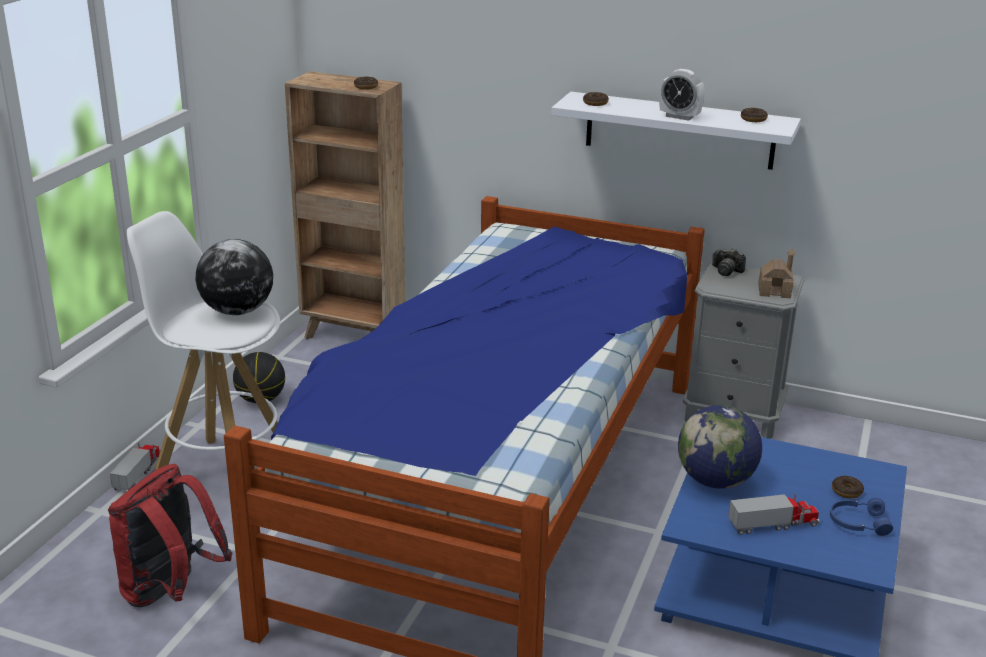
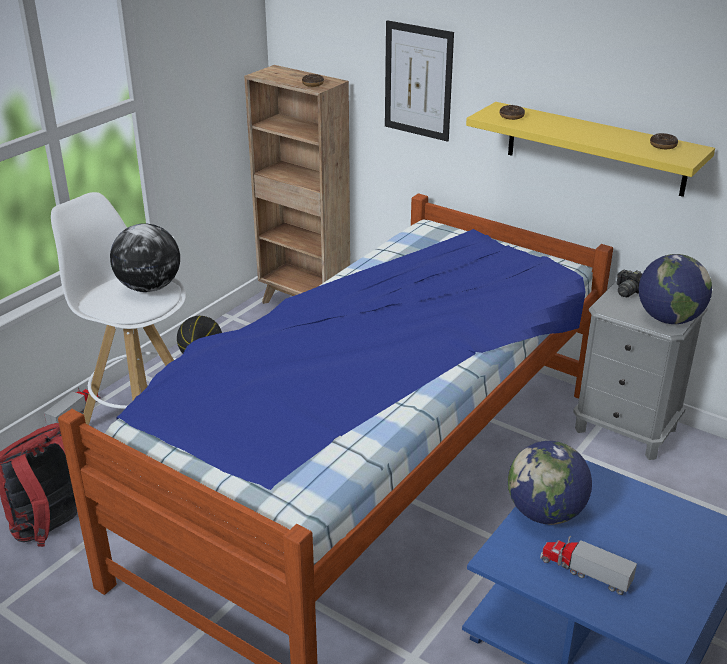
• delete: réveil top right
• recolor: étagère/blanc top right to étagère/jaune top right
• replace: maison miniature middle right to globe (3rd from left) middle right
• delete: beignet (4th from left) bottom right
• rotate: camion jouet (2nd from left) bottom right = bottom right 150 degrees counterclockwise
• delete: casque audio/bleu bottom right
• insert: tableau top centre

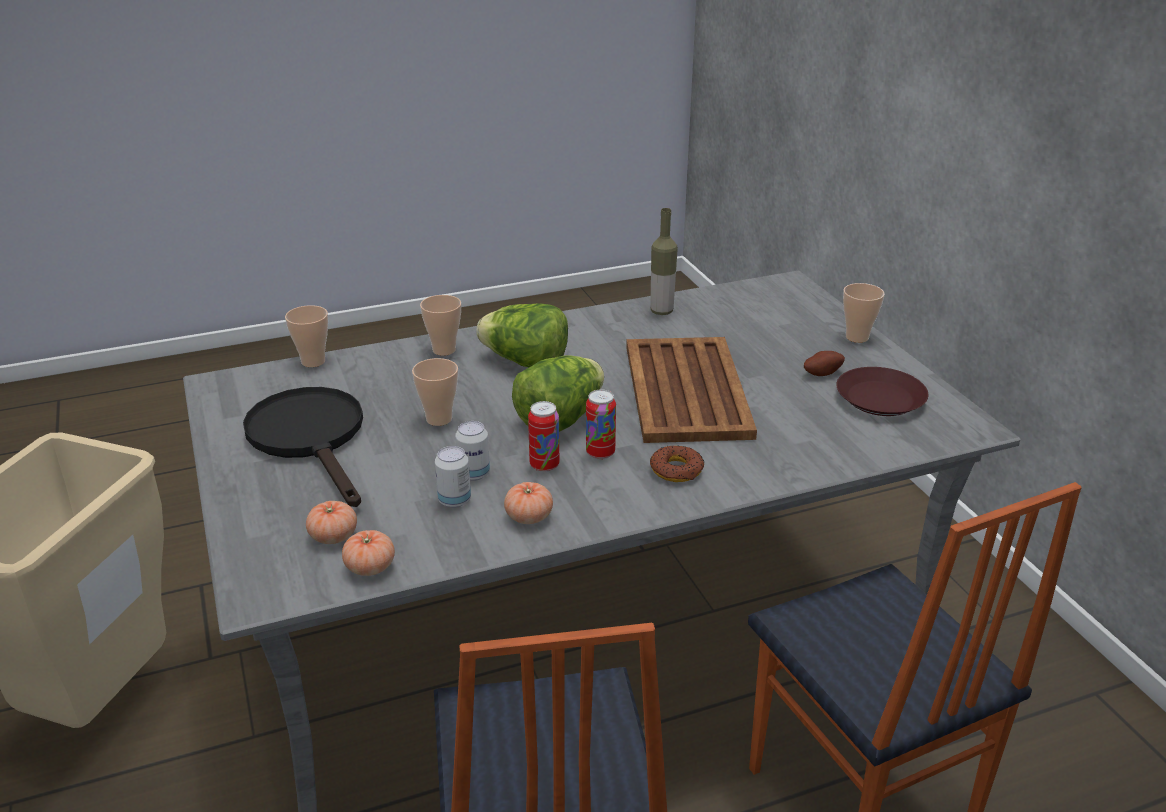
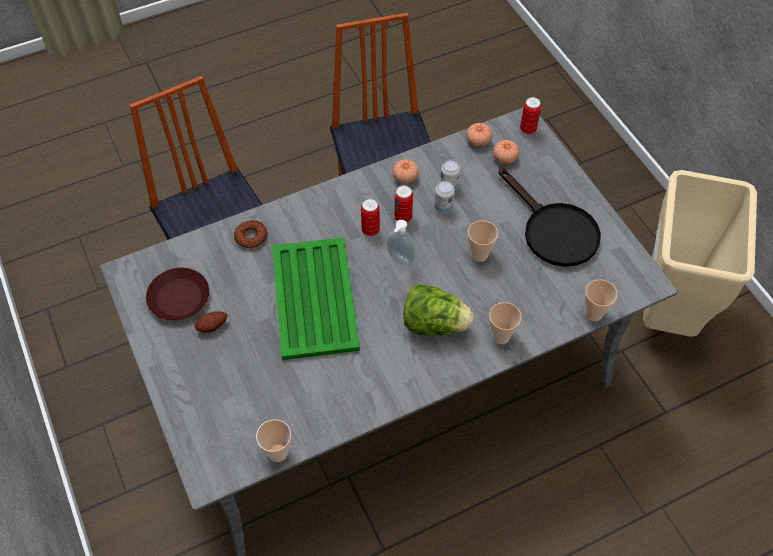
• delete: bouteille top centre
• move: tasse (4th from left in the first image) middle right to tasse (1st from left) bottom centre
• recolor: plateau/marron centre to plateau/vert centre
• replace: laitue (2nd from left) centre to distributeur de savon centre
• move: beignet centre to middle left
• insert: boîte métallique (5th from left) top right

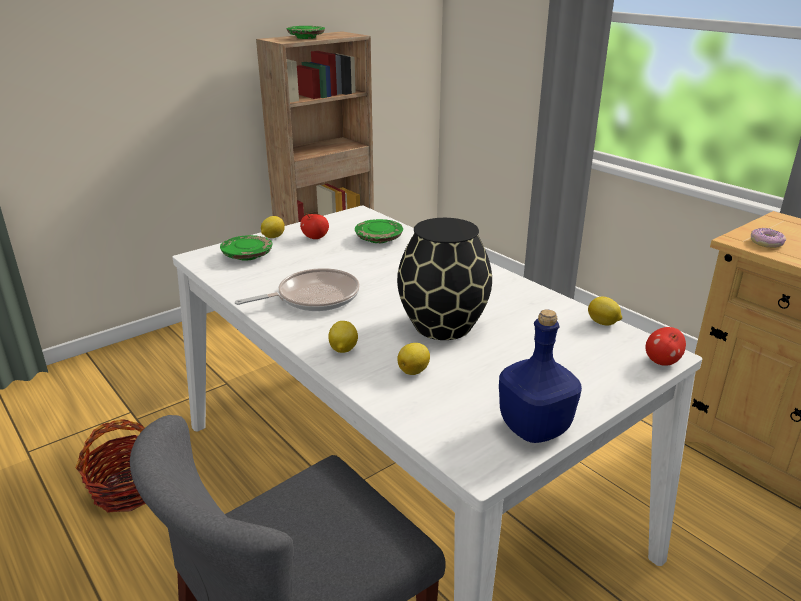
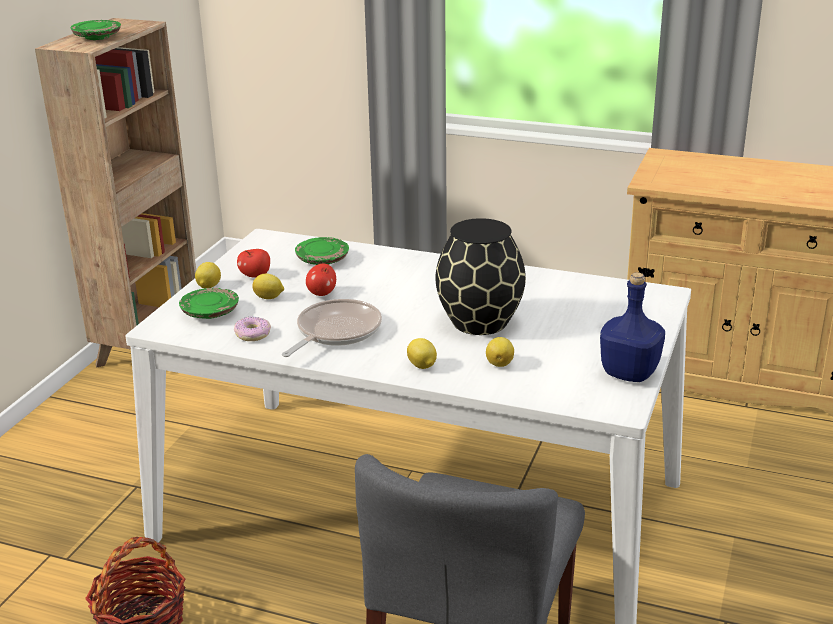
• move: beignet middle right to middle left
• move: citron (4th from left in the first image) middle right to citron (2nd from left) middle left
• move: pomme (2nd from left) middle right to centre

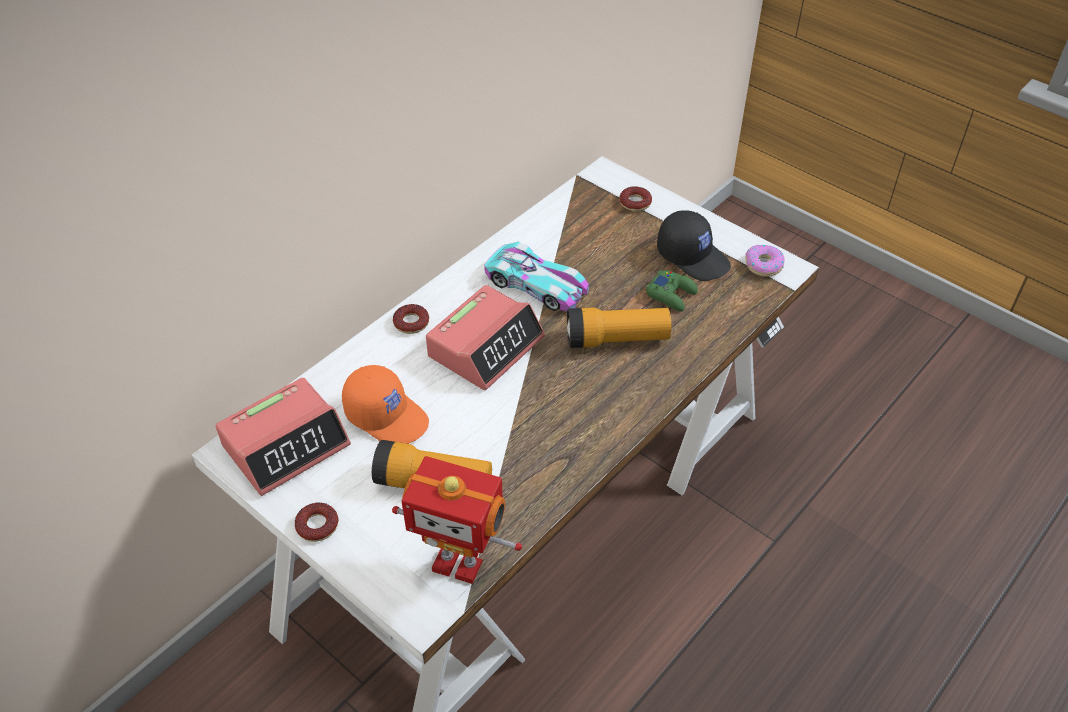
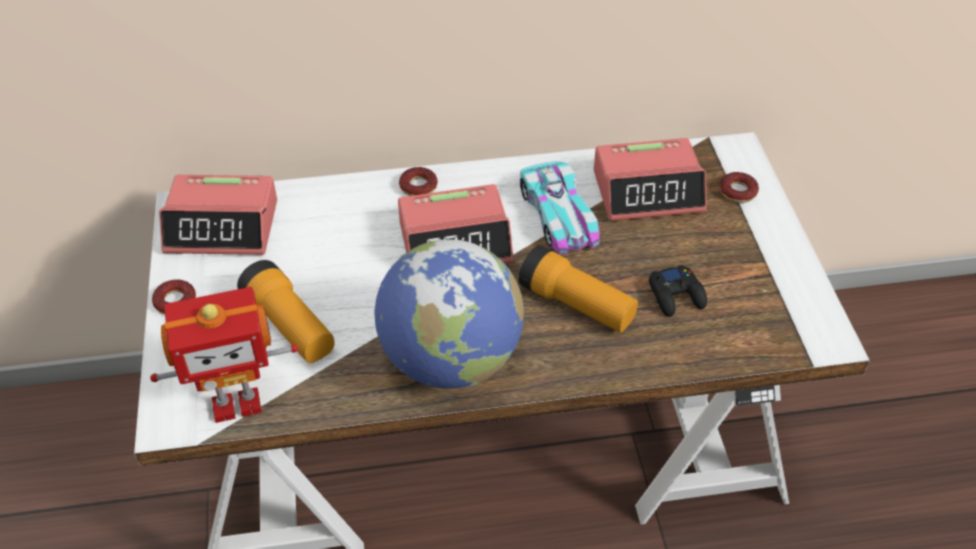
• delete: casquette/noir centre
• delete: beignet (4th from left) middle right
• recolor: manette/vert centre to manette/noir middle right
• delete: casquette/orange centre
• rotate: robot jouet bottom centre = middle left 75 degrees counterclockwise
• insert: réveil (3rd from left) top centre
• insert: globe centre

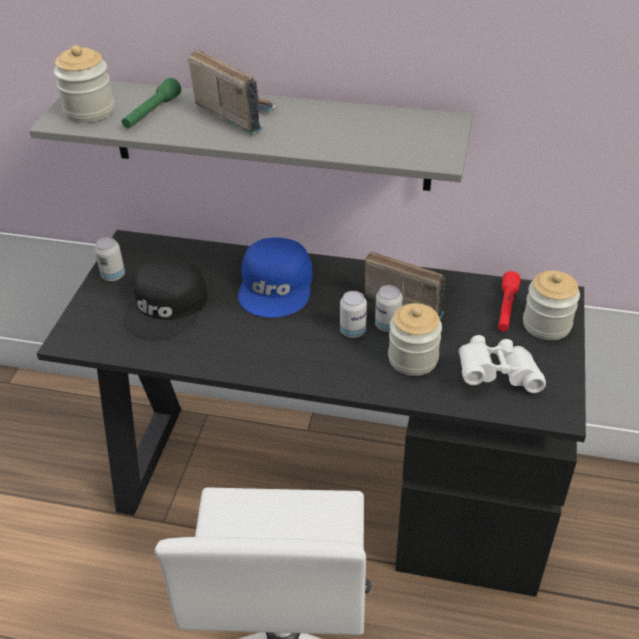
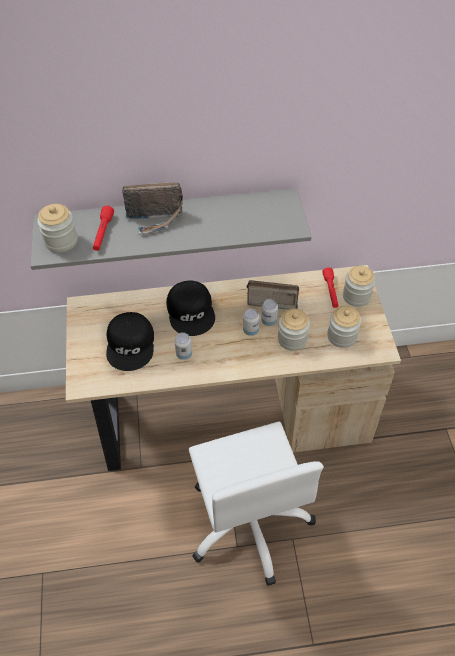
• rotate: radio (1st from left) top centre = top centre 150 degrees clockwise
• recolor: lampe de poche/vert top left to lampe de poche/rouge (1st from left) middle left
• recolor: bureau/noir centre to bureau/beige centre
• move: boîte métallique (1st from left) middle left to centre
• recolor: casquette/bleu centre to casquette/noir (2nd from left) centre
• replace: jumelles/blanc middle right to bocal (3rd from left) middle right

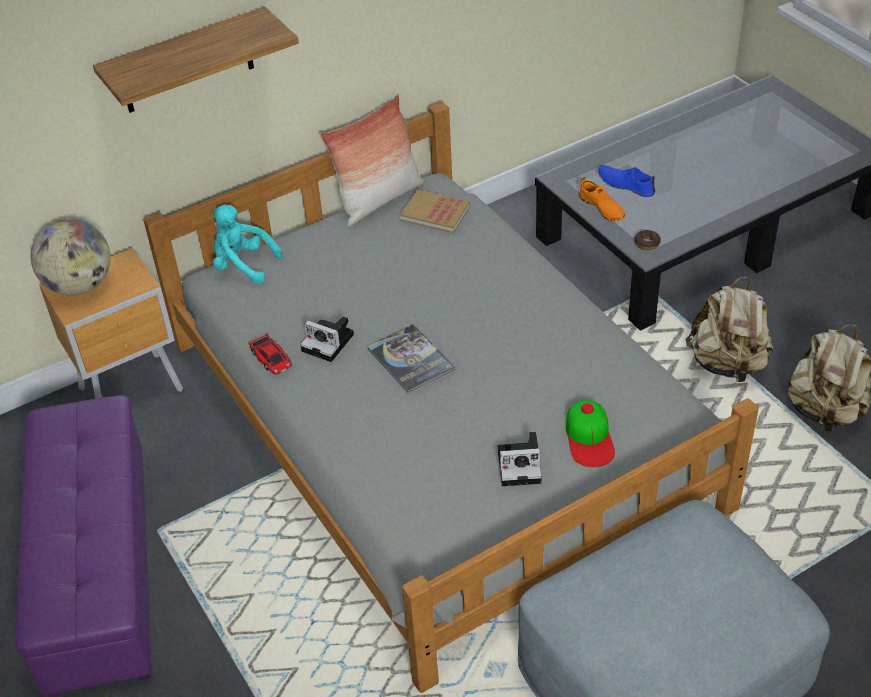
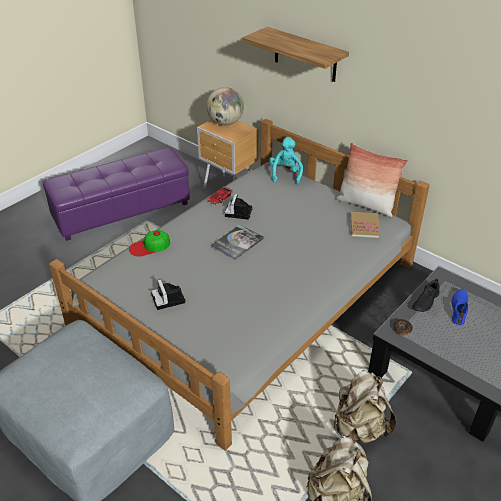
• recolor: chaussure/orange top right to chaussure/noir middle right
• move: casquette middle right to middle left

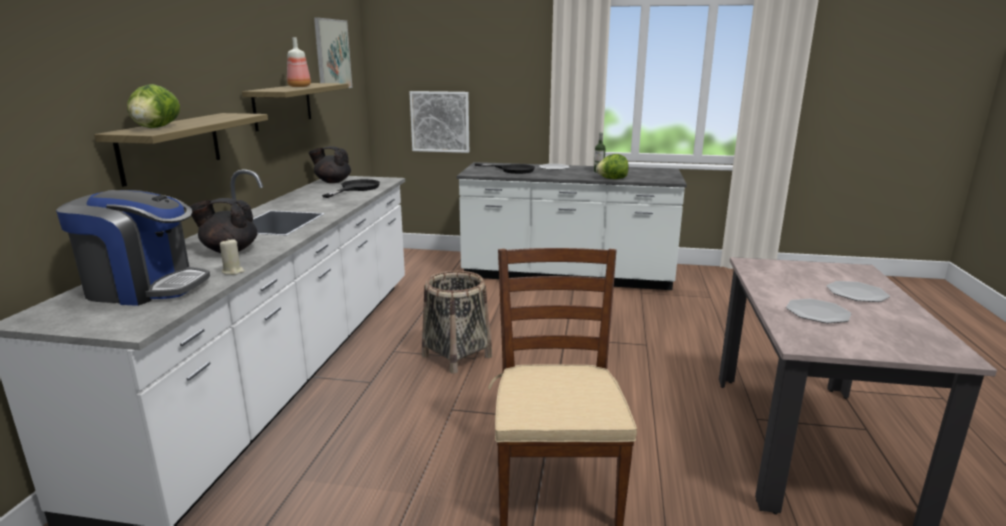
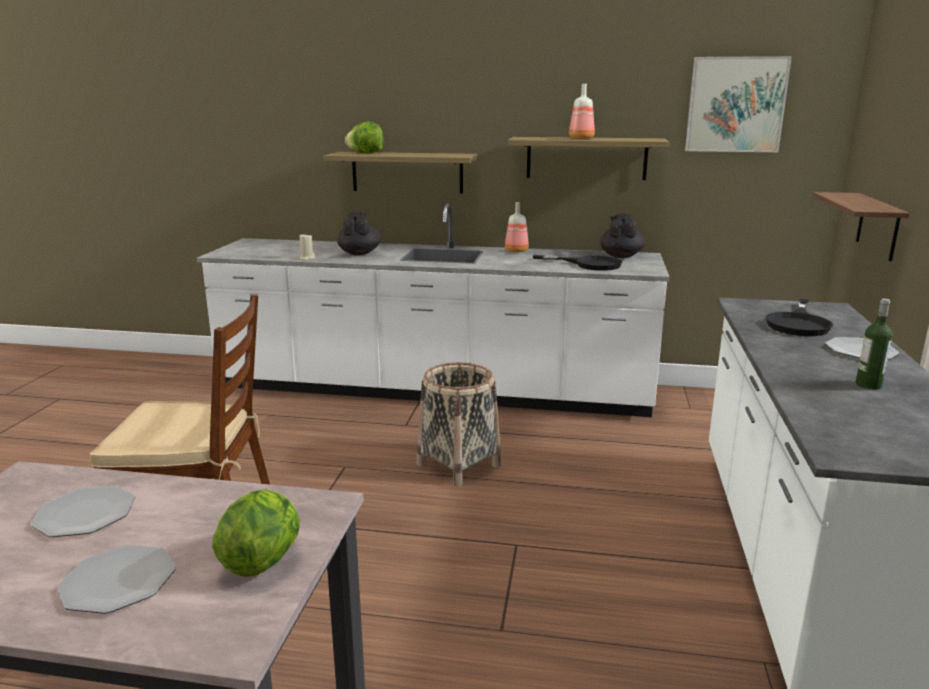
• replace: tableau (2nd from left) top centre to étagère (3rd from left) top right
• move: laitue (2nd from left in the first image) top centre to laitue (1st from left) bottom left
• delete: machine à café middle left
• insert: bouteille (1st from left) top centre

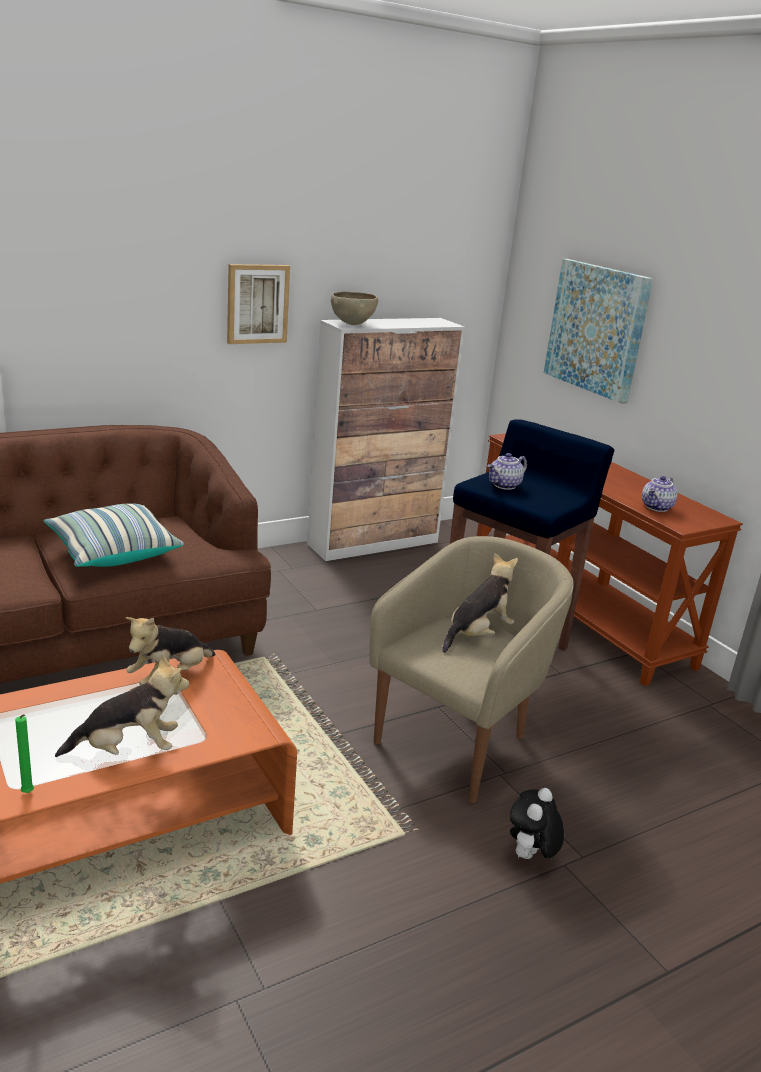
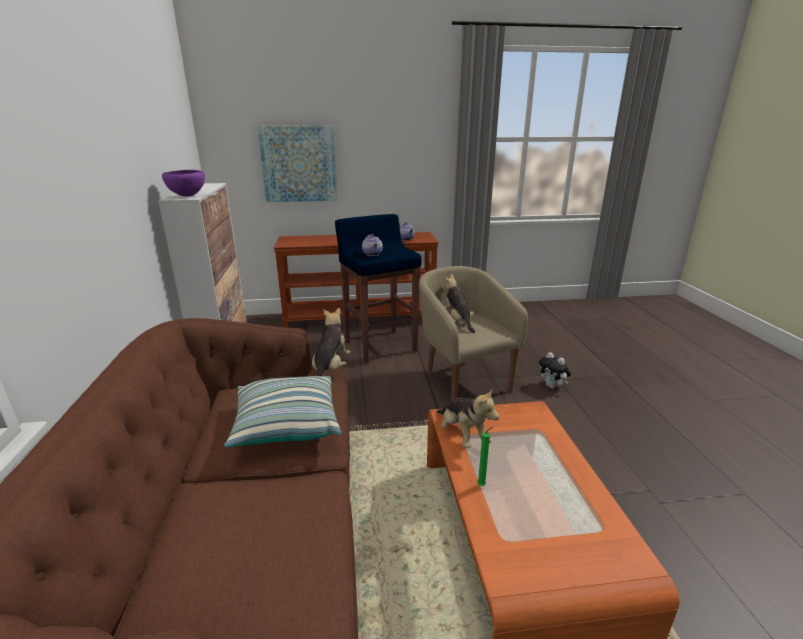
• delete: tableau (1st from left) top centre
• recolor: bol/marron top centre to bol/violet top left
• move: peluche (1st from left) middle left to centre
• move: bougie/vert bottom left to bottom centre

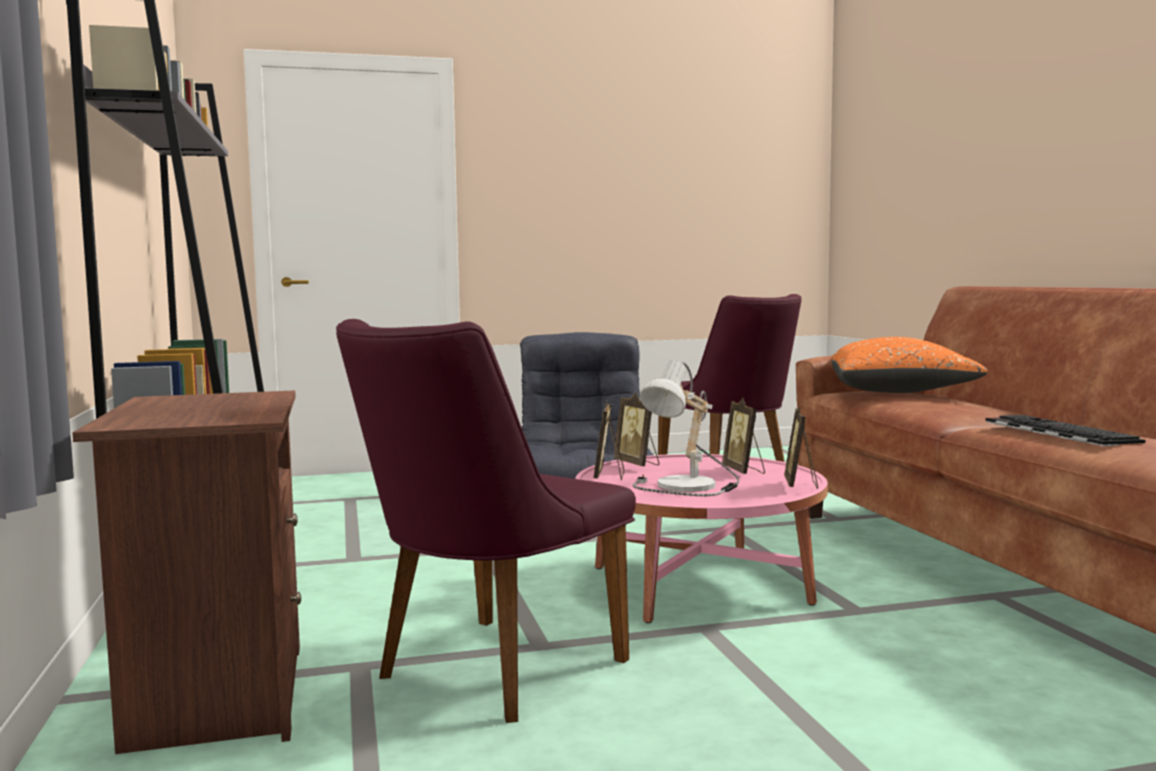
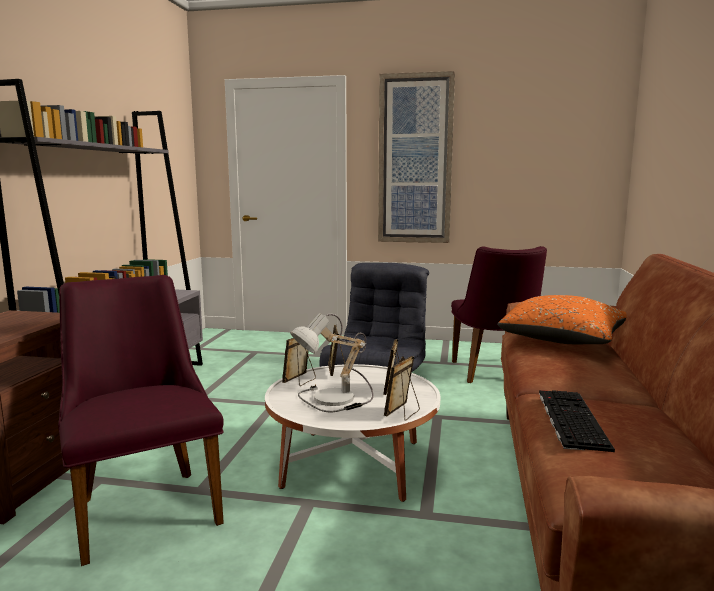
• rotate: chaise/violet (1st from left) bottom centre = bottom left 90 degrees clockwise
• recolor: table basse/rose bottom centre to table basse/blanc bottom centre
• insert: tableau top centre

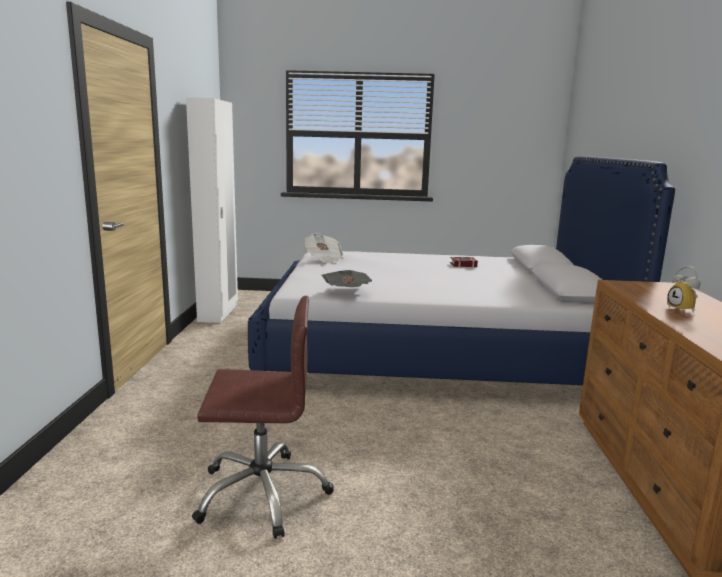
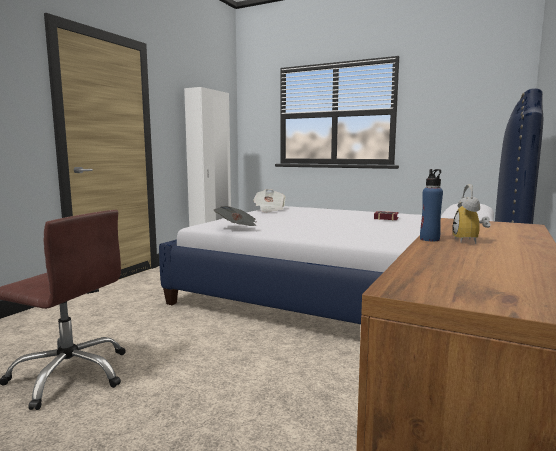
• insert: bouteille/bleu middle right

